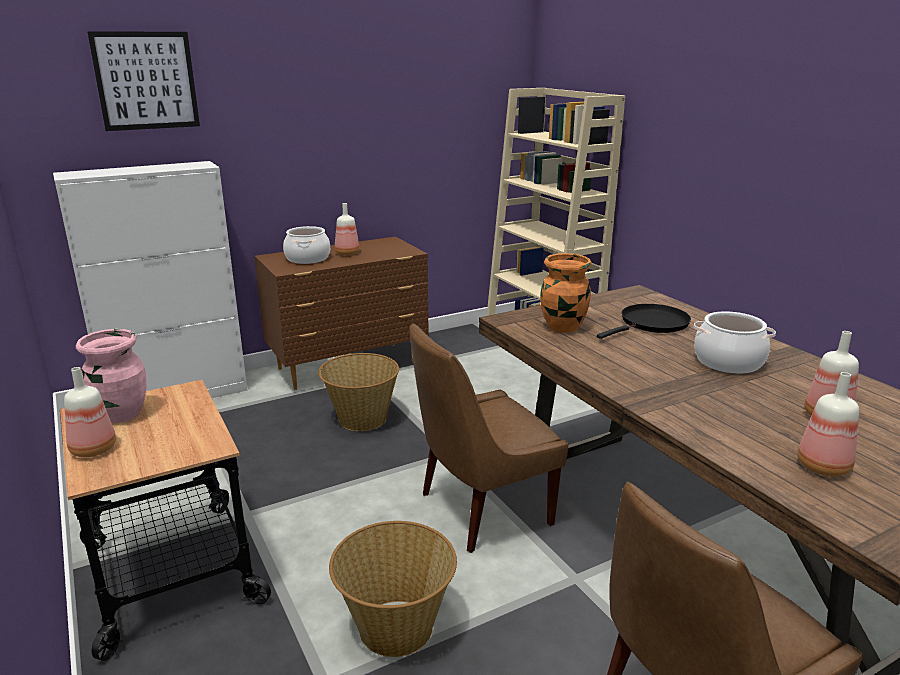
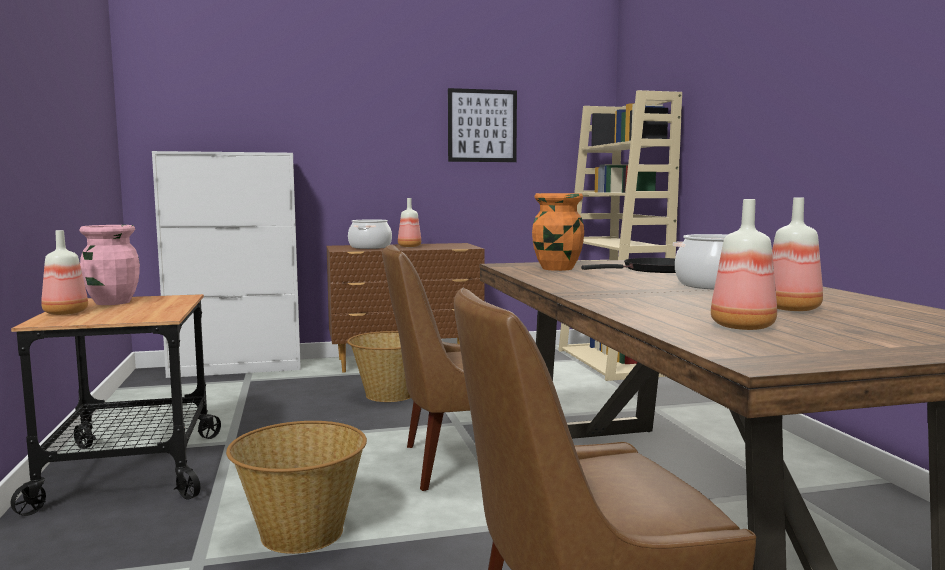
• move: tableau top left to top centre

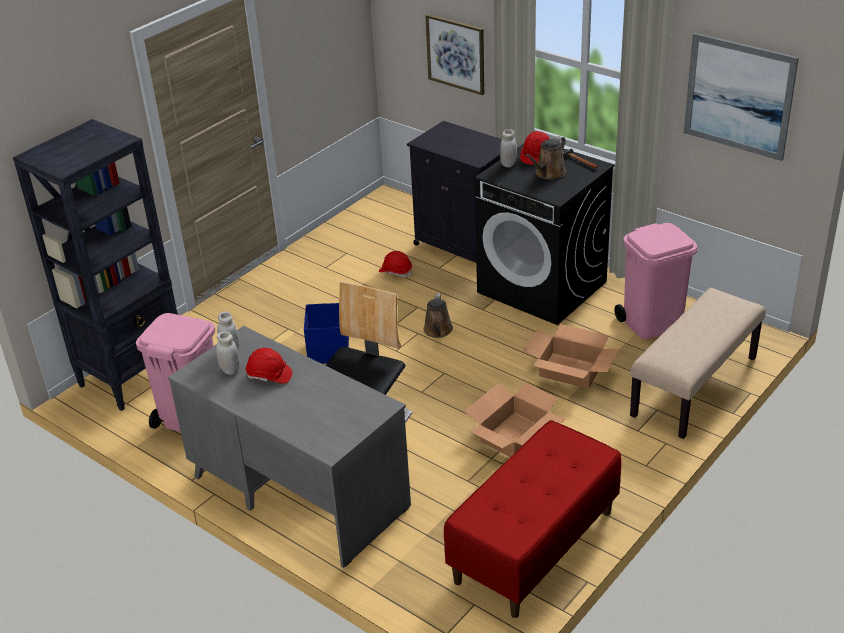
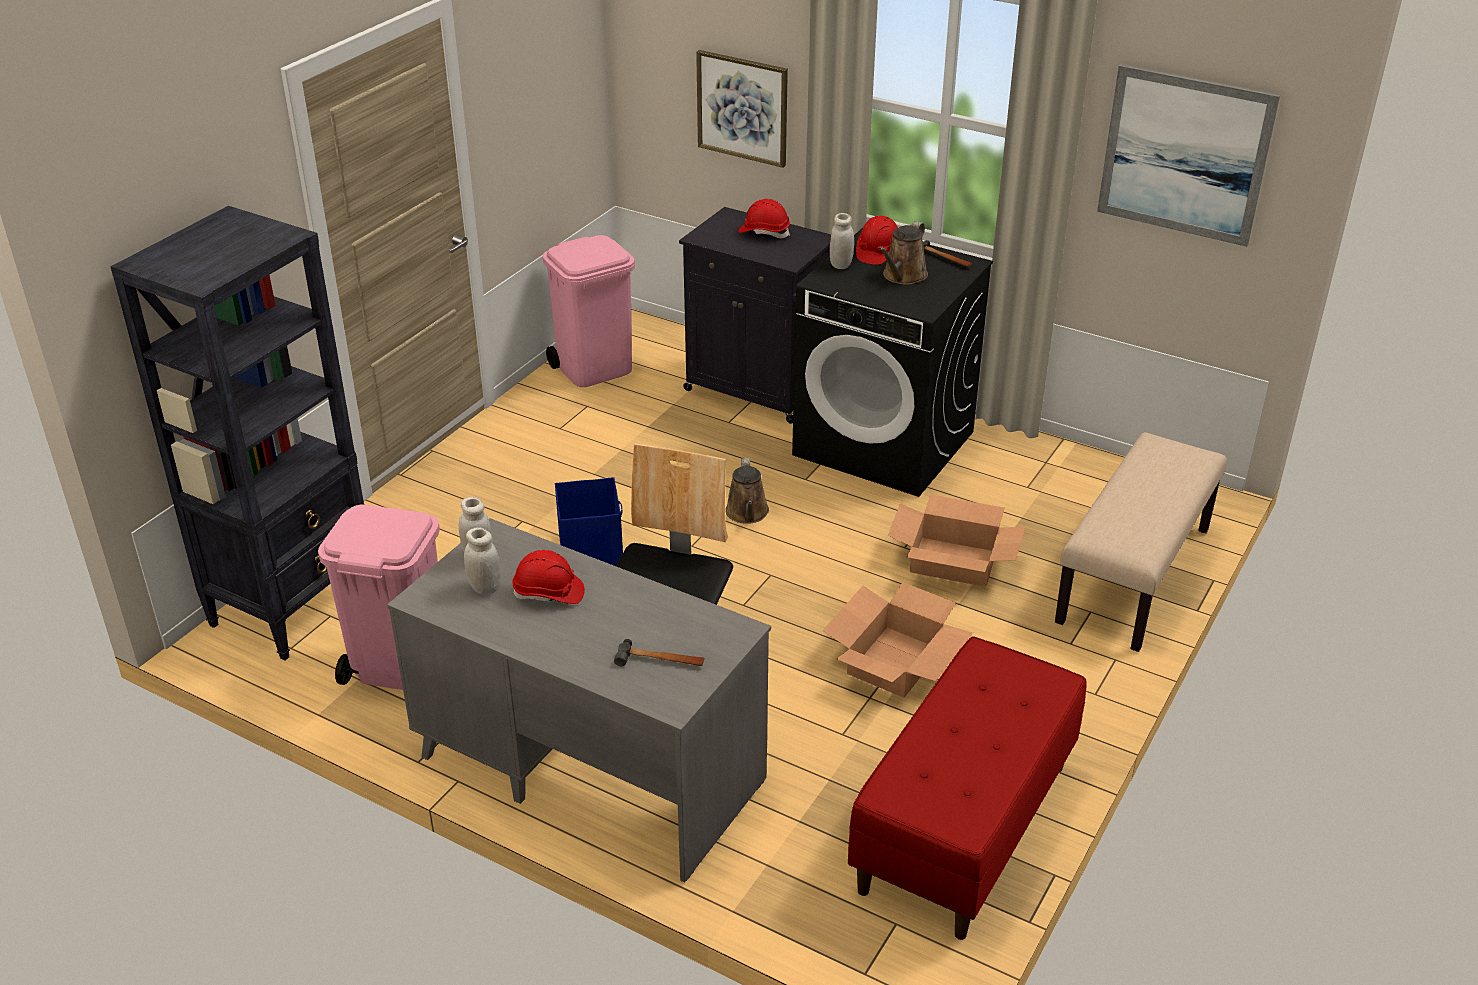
• move: poubelle/rose (2nd from left) middle right to top centre
• move: casque de chantier/rouge (2nd from left) centre to top centre
• insert: marteau (1st from left) centre

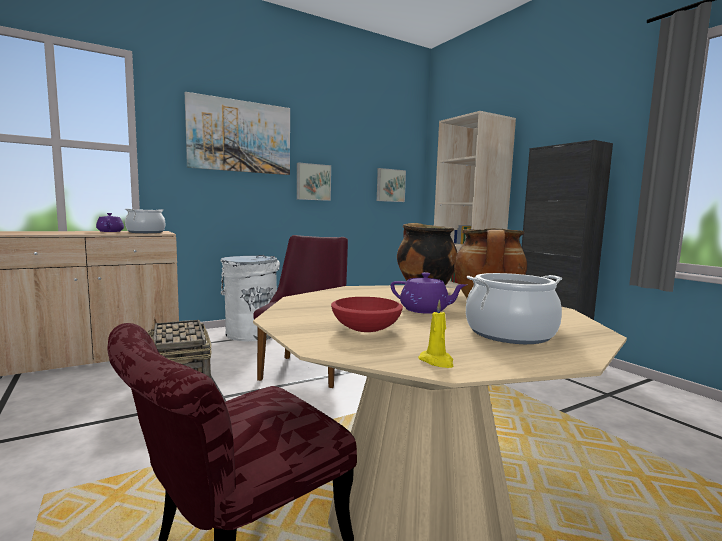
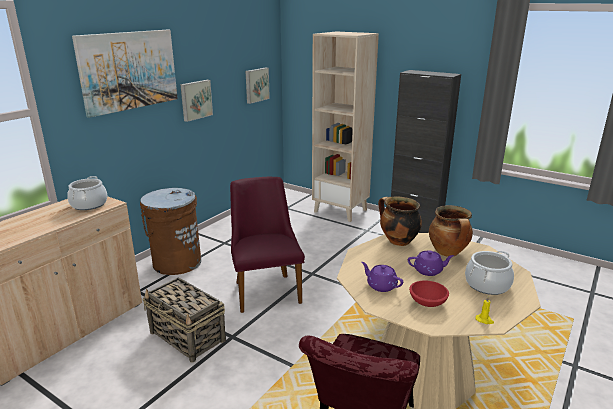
• move: théière/violet (1st from left) middle left to bottom centre
• recolor: poubelle/blanc centre to poubelle/marron middle left

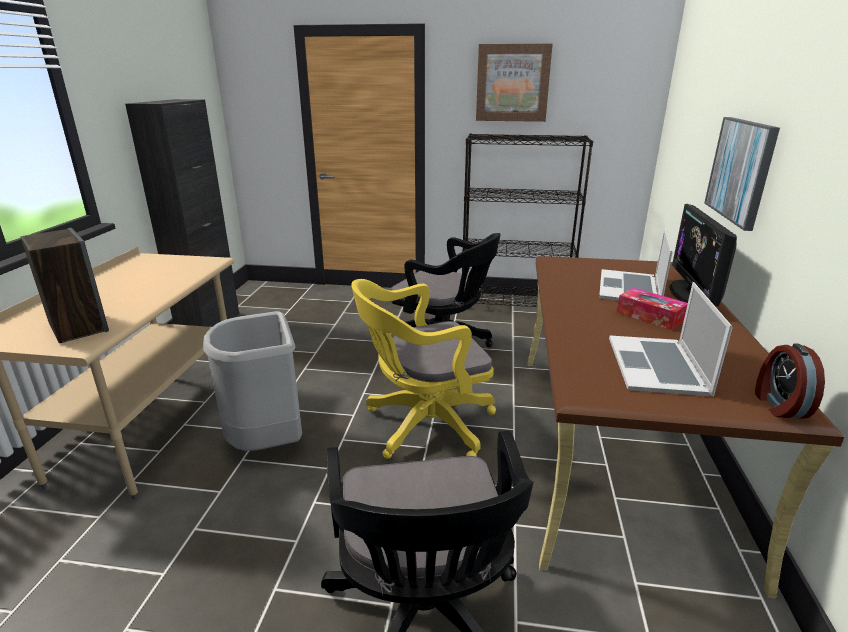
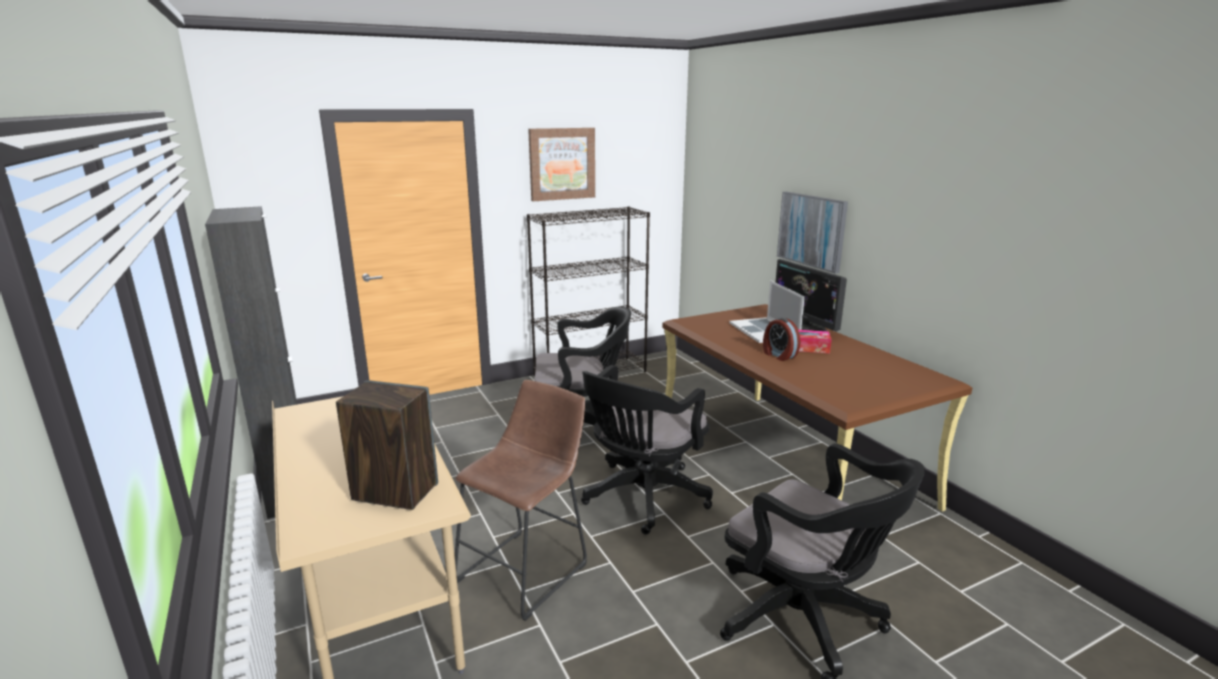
• recolor: chaise de bureau/jaune centre to chaise de bureau/noir (2nd from left) centre
• delete: ordinateur portable (2nd from left) middle right
• replace: poubelle/gris middle left to tabouret/marron bottom centre
• move: réveil middle right to centre

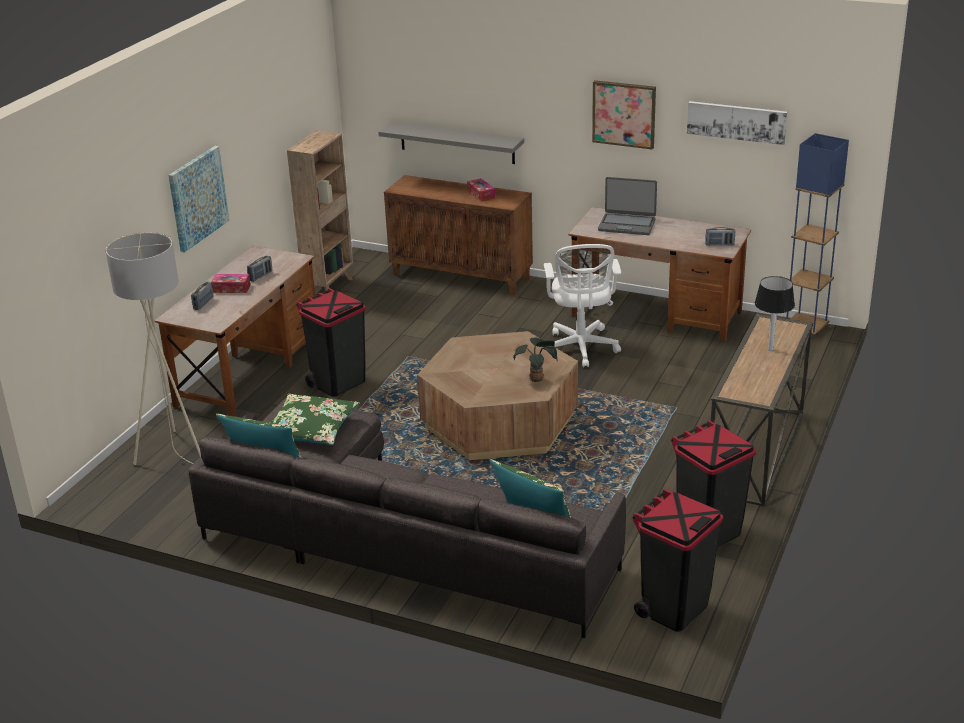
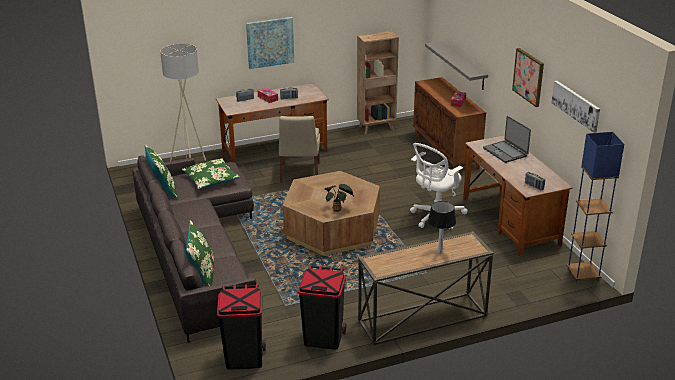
• replace: poubelle/noir (1st from left) centre to chaise/beige centre

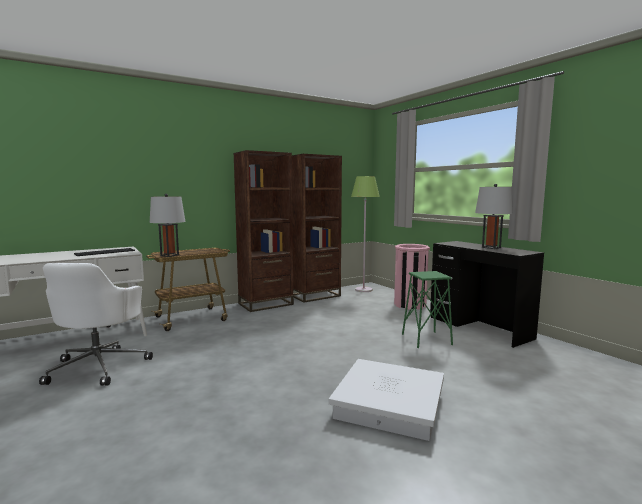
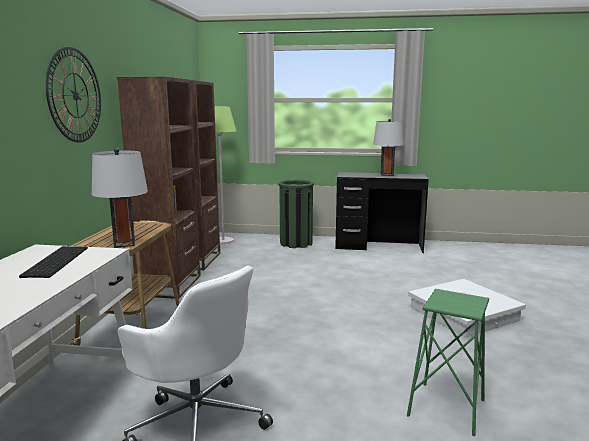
• recolor: poubelle/rose centre to poubelle/vert centre
• move: tabouret/vert centre to bottom right
• insert: horloge murale top left

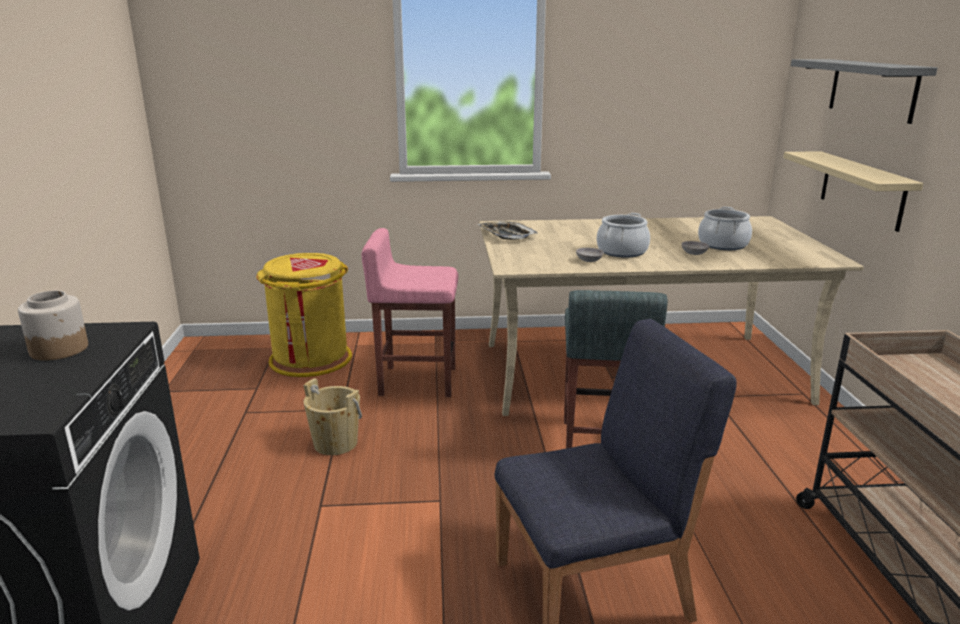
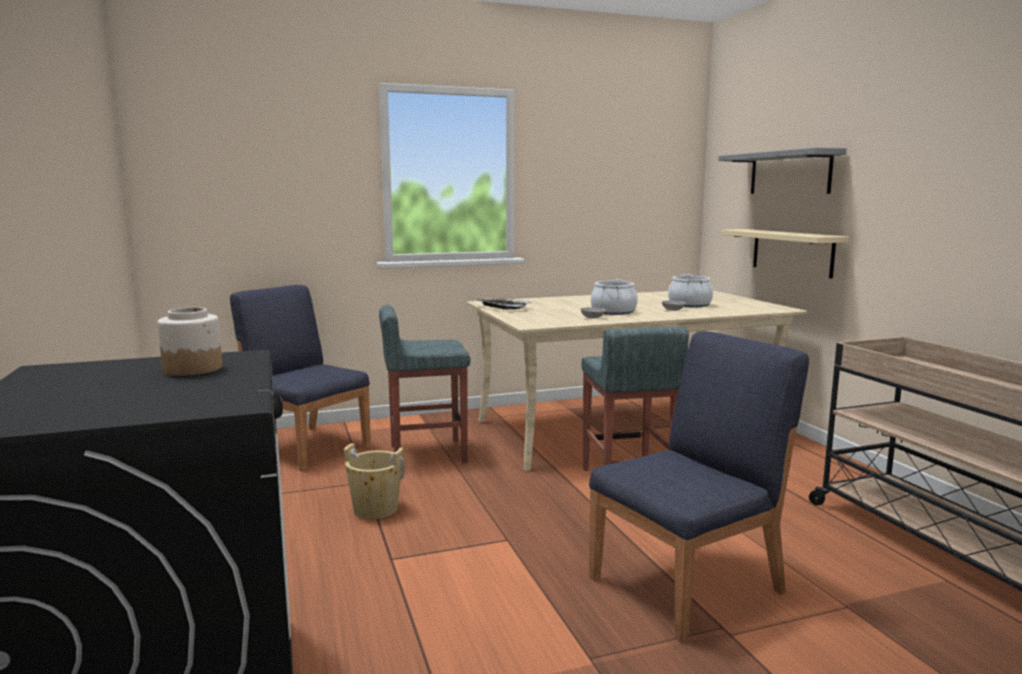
• recolor: tabouret/rose centre to tabouret/gris (1st from left) centre
• replace: poubelle/jaune middle left to chaise/bleu (1st from left) middle left

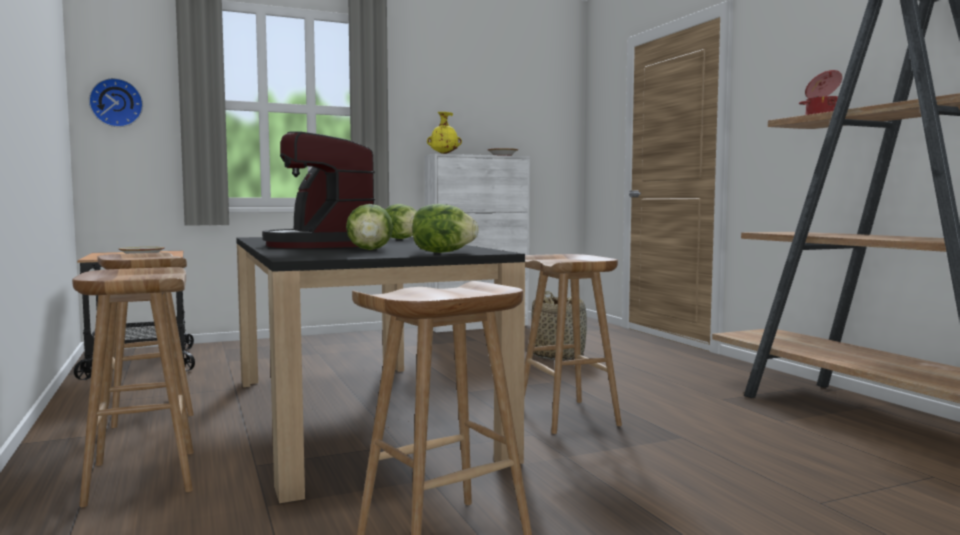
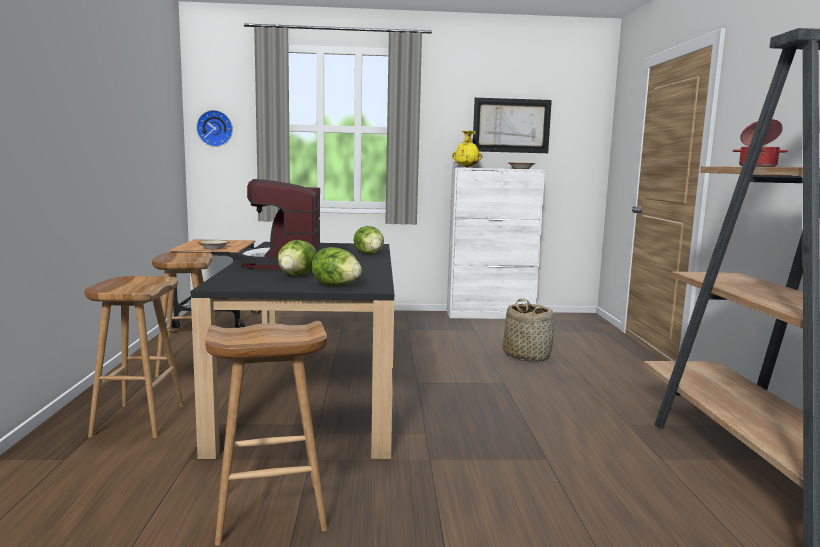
• delete: tabouret/marron (4th from left) centre
• insert: tableau top centre

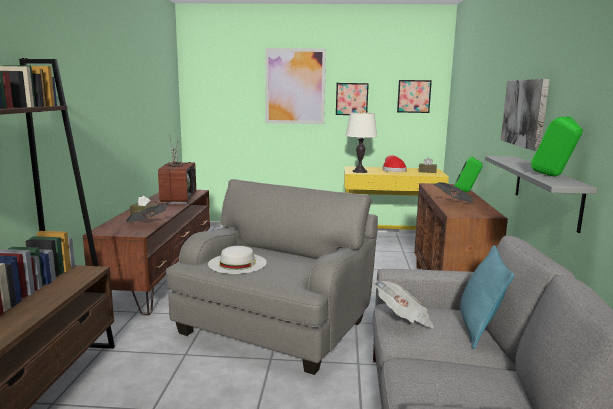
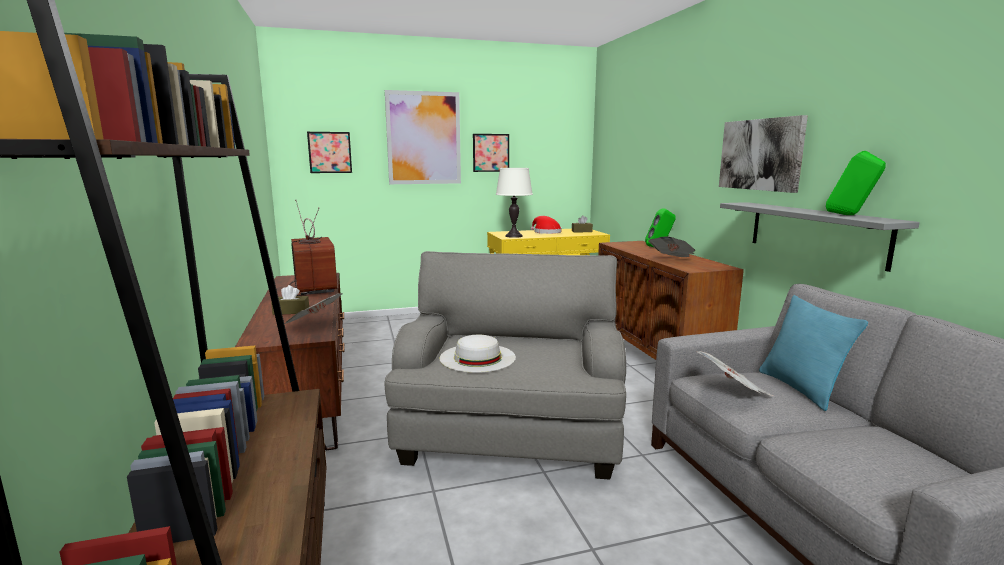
• move: tableau (3rd from left in the first image) top right to tableau (1st from left) top left

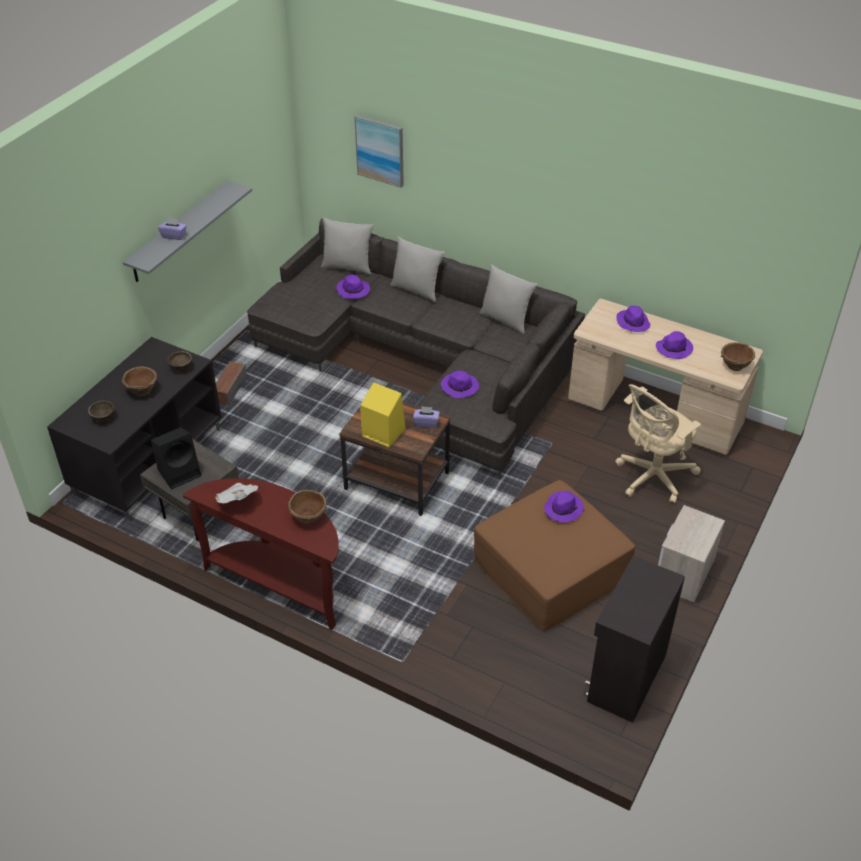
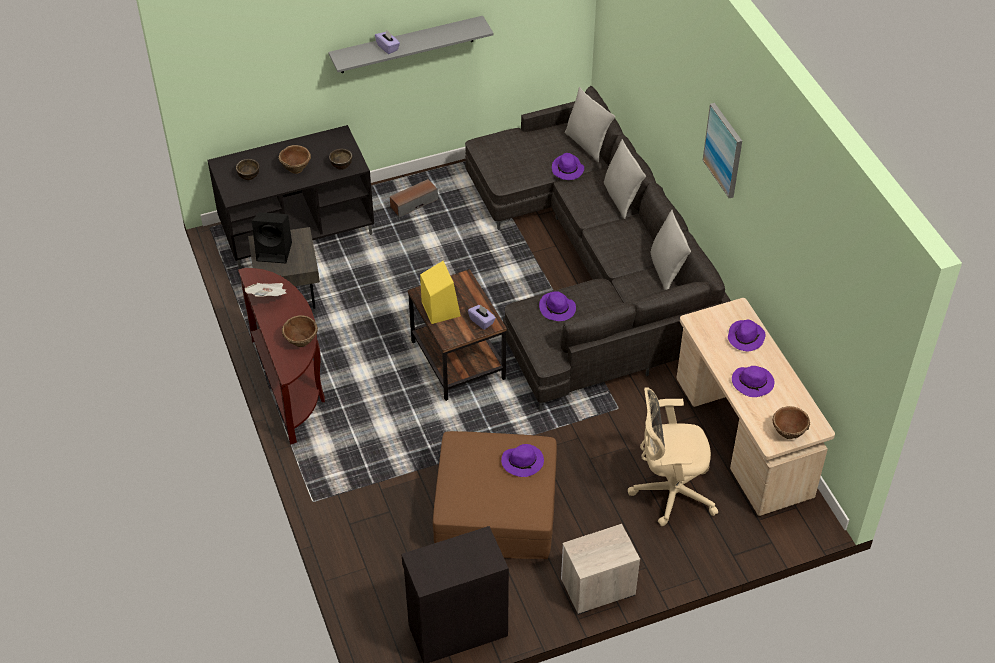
• move: tableau top centre to top right

